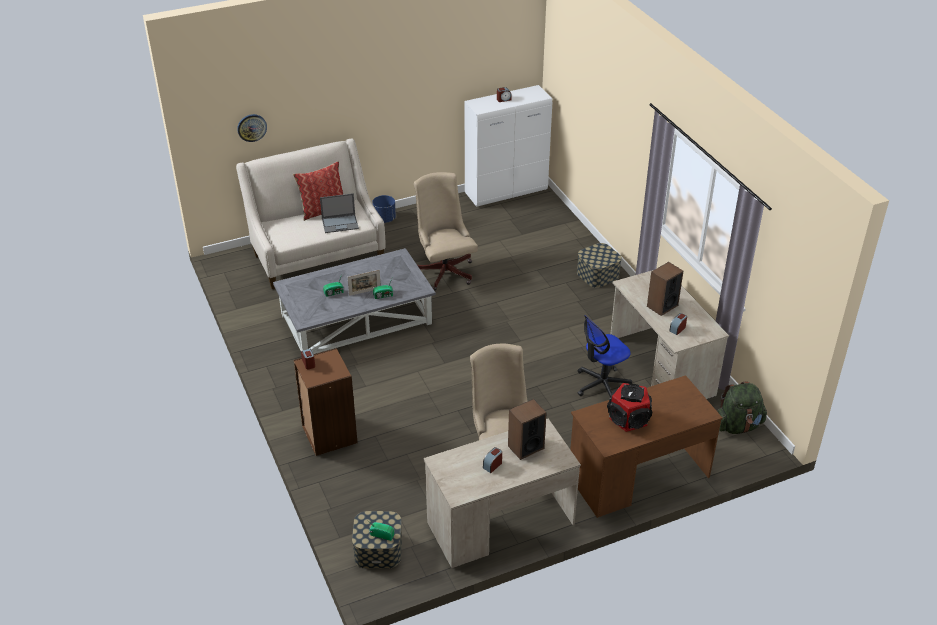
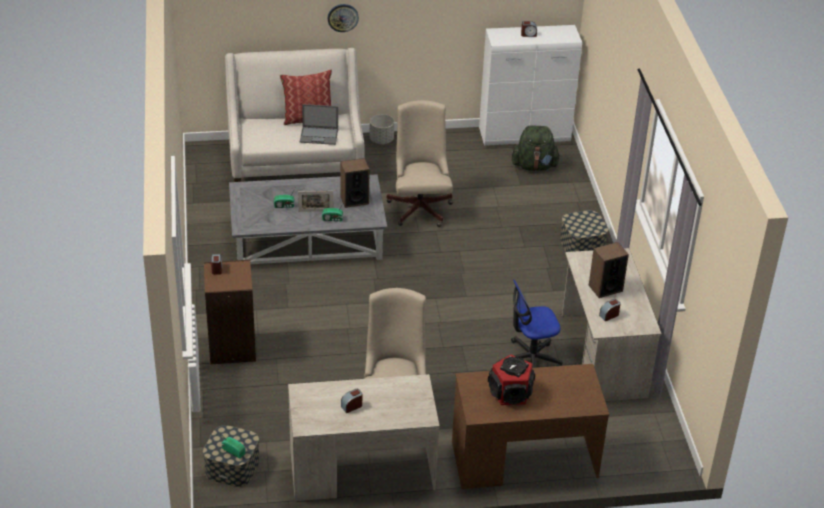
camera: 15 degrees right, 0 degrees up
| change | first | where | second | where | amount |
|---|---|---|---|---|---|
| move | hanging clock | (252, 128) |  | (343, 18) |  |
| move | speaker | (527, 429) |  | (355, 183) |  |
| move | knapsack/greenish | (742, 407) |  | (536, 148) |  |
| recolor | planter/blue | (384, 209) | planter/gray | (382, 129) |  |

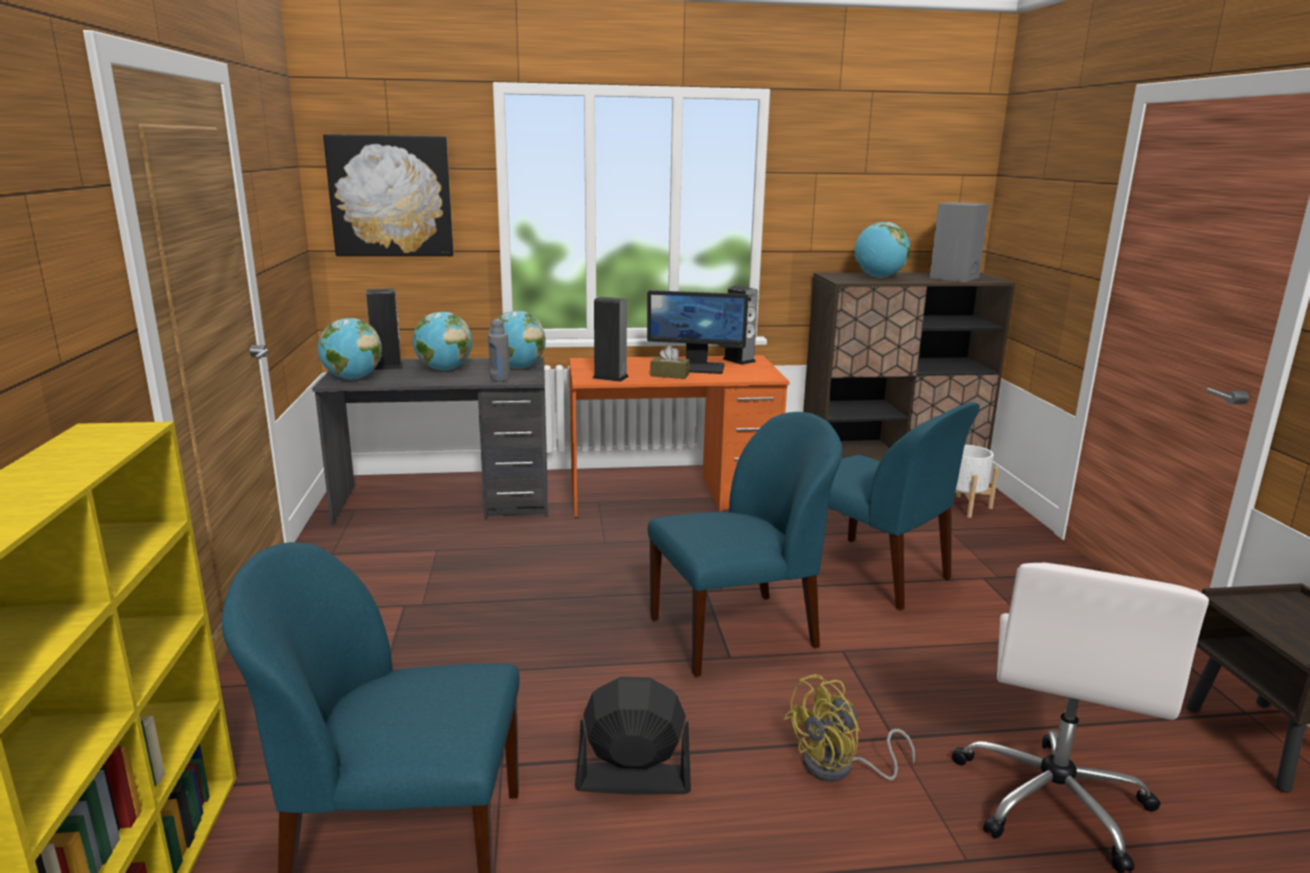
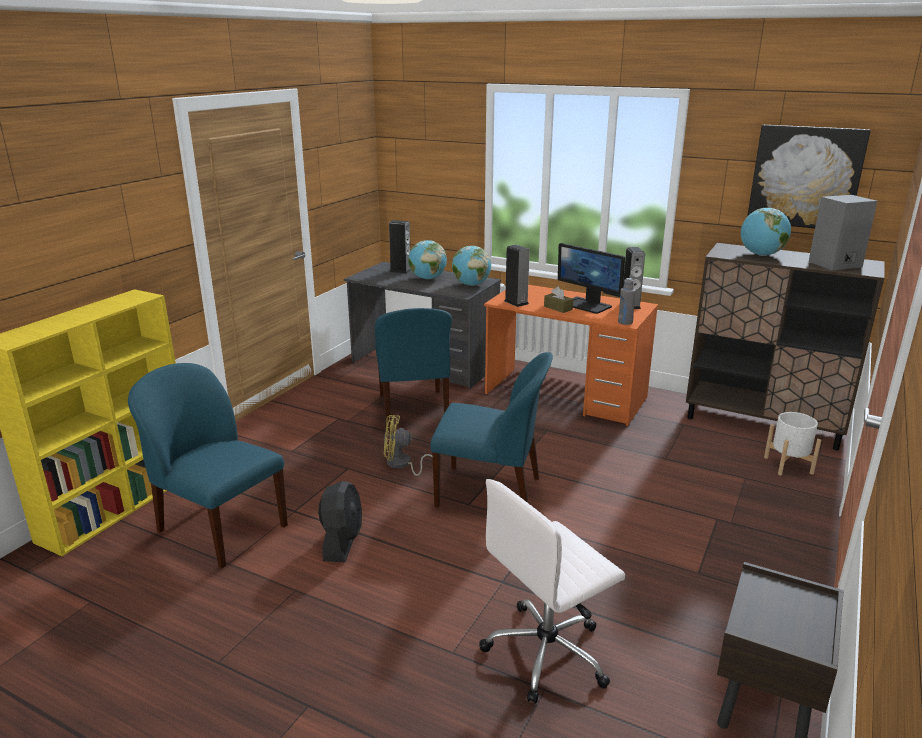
camera: 35 degrees right, 5 degrees up
| change | first | where | second | where | amount |
|---|---|---|---|---|---|
| delete | world globe | (350, 348) |  |  |  |
| move | wall picture | (388, 195) |  | (809, 177) |  |
| move | bottle/gray | (499, 350) |  | (627, 301) |  |
| move | electric fan/yellowish | (849, 728) |  | (408, 445) |  |
| move | chair/blue | (904, 506) |  | (413, 368) |  |
| rotate | electric fan/blackish | (633, 736) |  | (340, 522) | 60 degrees clockwise |

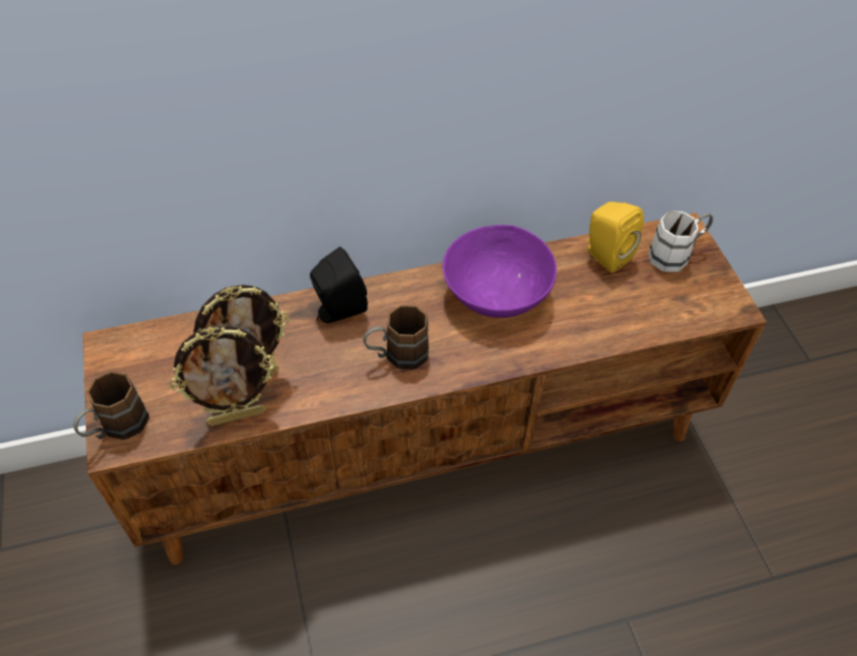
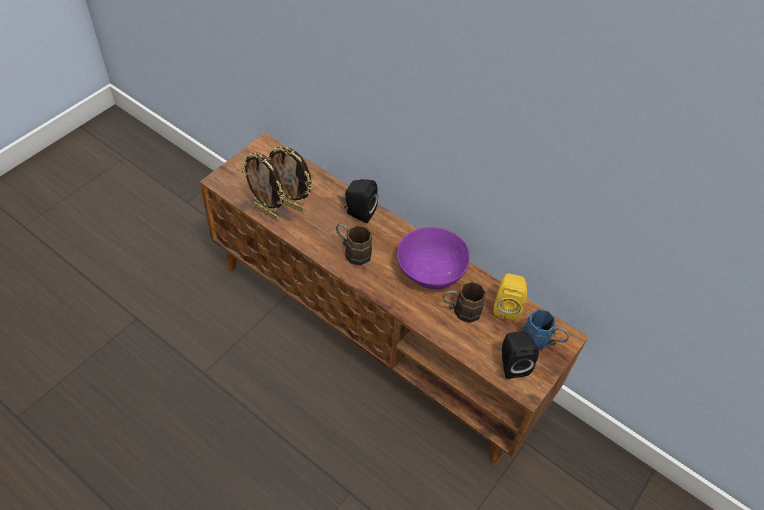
camera: 50 degrees right, 0 degrees up
| change | first | where | second | where | amount |
|---|---|---|---|---|---|
| insert |  |  | speaker/blackish | (520, 355) |  |
| move | mug/brown | (111, 405) |  | (464, 302) |  |
| recolor | mug/white | (680, 242) | mug/blue | (546, 330) |  |

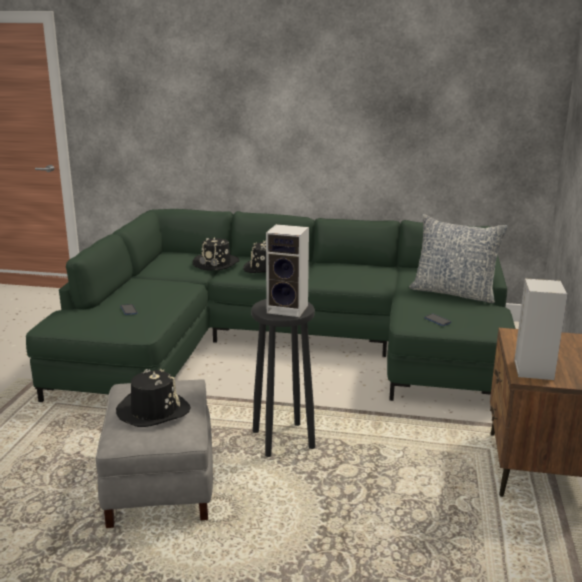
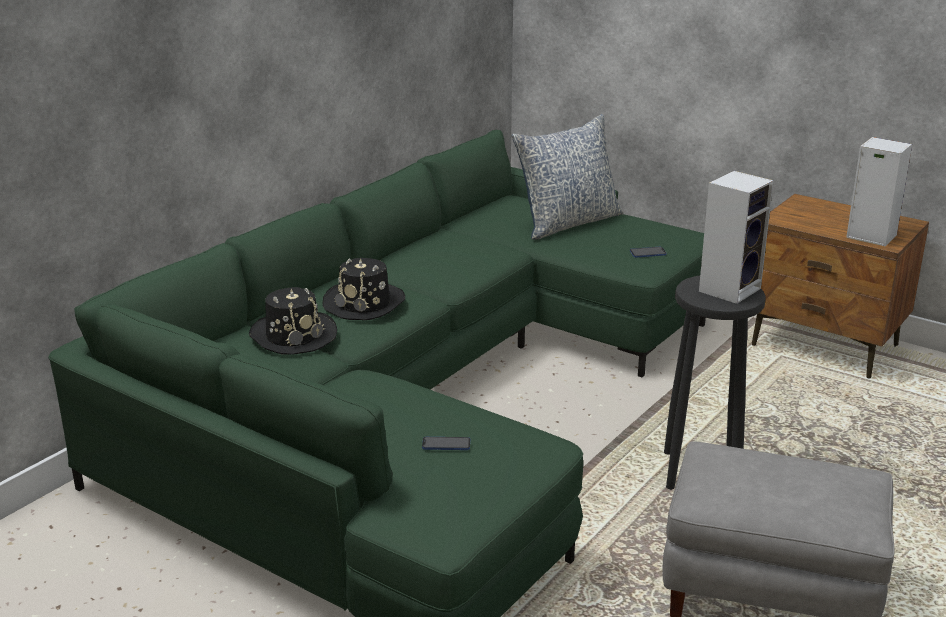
camera: 65 degrees left, 5 degrees up
| change | first | where | second | where | amount |
|---|---|---|---|---|---|
| delete | hat/blackish | (153, 398) |  |  |  |

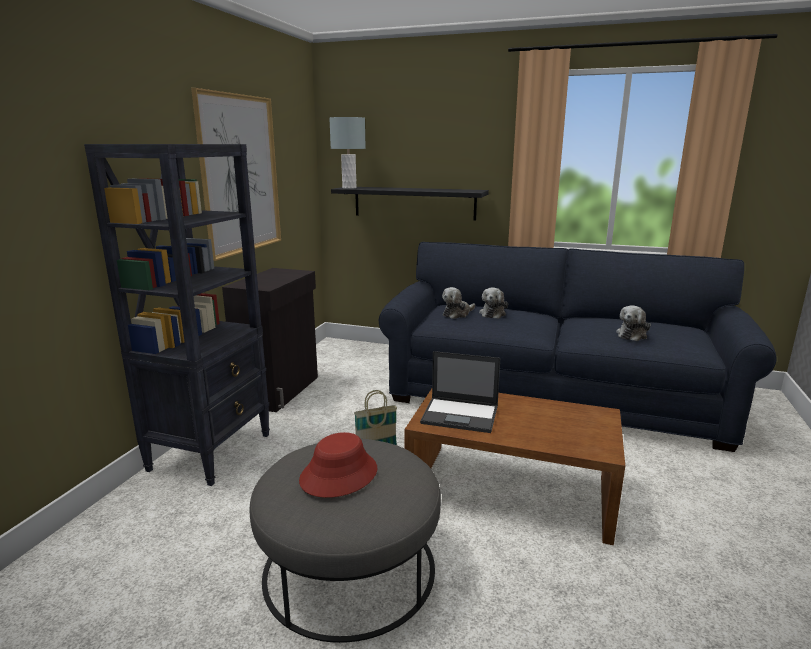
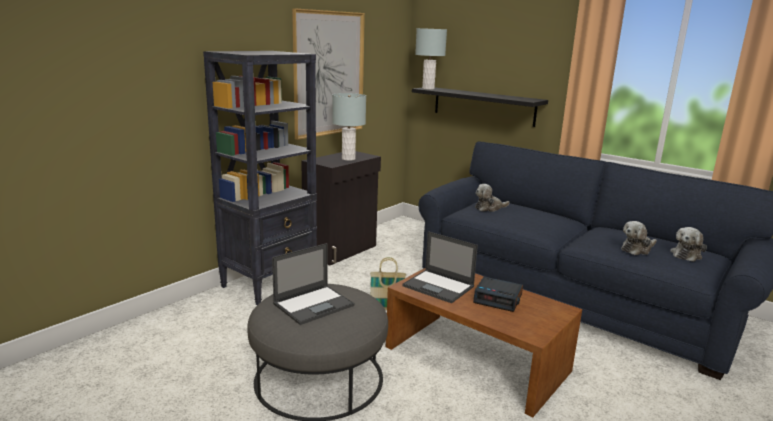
camera: 20 degrees right, 0 degrees up
| change | first | where | second | where | amount |
|---|---|---|---|---|---|
| insert |  |  | table lamp/gray | (349, 127) |  |
| insert |  |  | table clock | (498, 294) |  |
| move | soft toy | (493, 303) |  | (688, 244) |  |
| replace | hat/red-coloured | (338, 465) | notebook computer | (313, 284) |  |

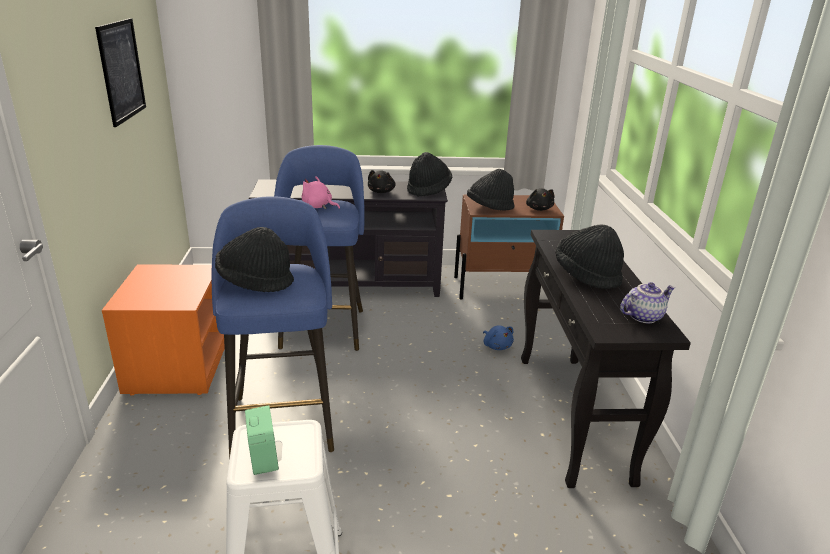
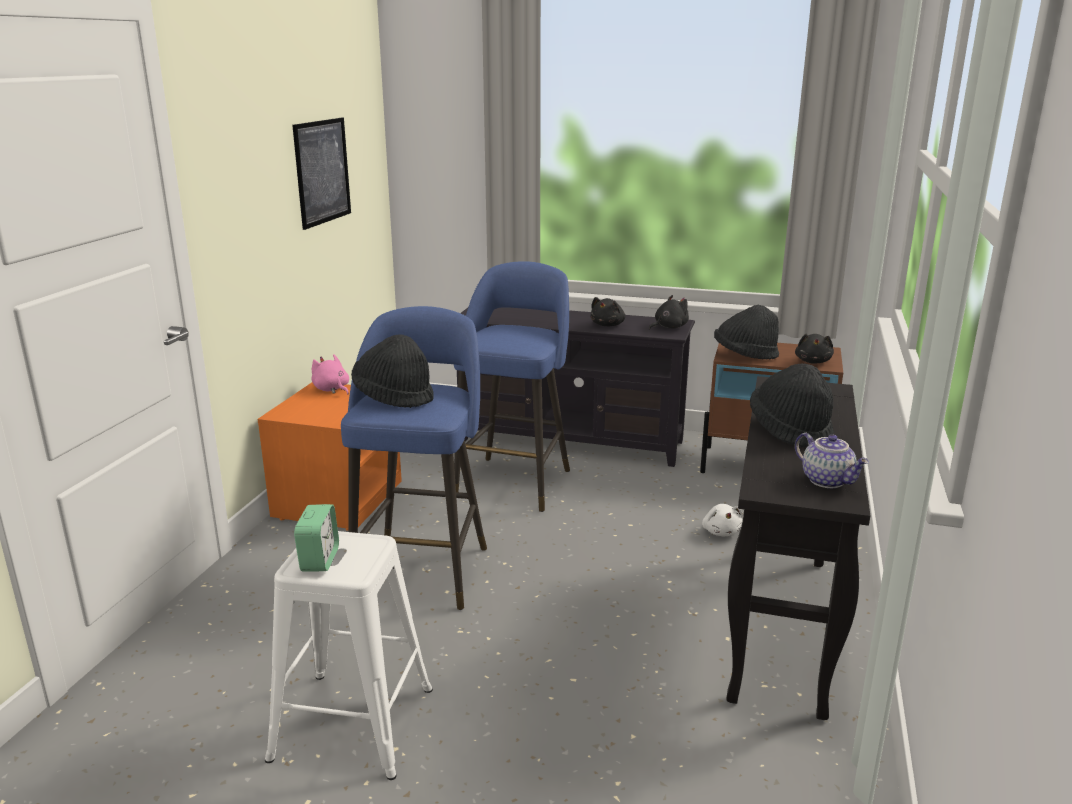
camera: 20 degrees right, 5 degrees down
| change | first | where | second | where | amount |
|---|---|---|---|---|---|
| move | soft toy/pink | (321, 192) |  | (330, 374) |  |
| replace | hat/blackish | (429, 174) | soft toy/blackish | (669, 312) |  |
| recolor | soft toy/blue | (498, 337) | soft toy/white | (722, 520) |  |
| rotate | tea pot | (647, 302) |  | (832, 460) | 60 degrees clockwise |

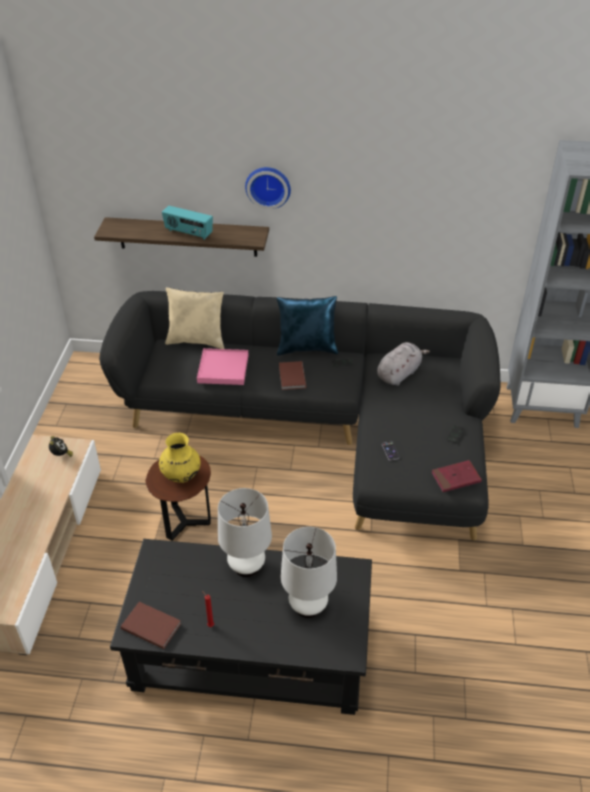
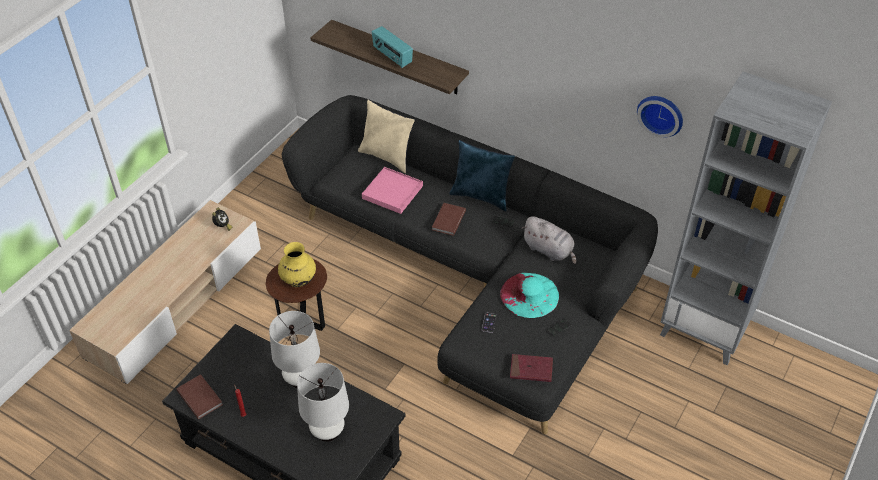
camera: 25 degrees right, 5 degrees up
| change | first | where | second | where | amount |
|---|---|---|---|---|---|
| insert |  |  | hat/turquoise | (529, 295) |  |
| move | hanging clock | (268, 188) |  | (660, 117) |  |
| rotate | soft toy/gray | (403, 364) |  | (549, 240) | 60 degrees clockwise |

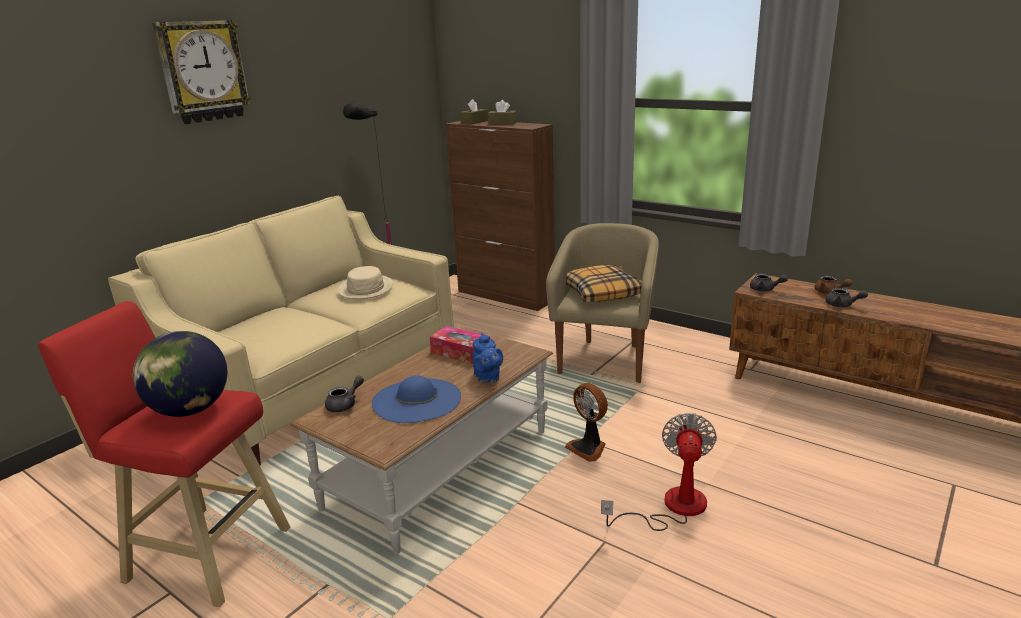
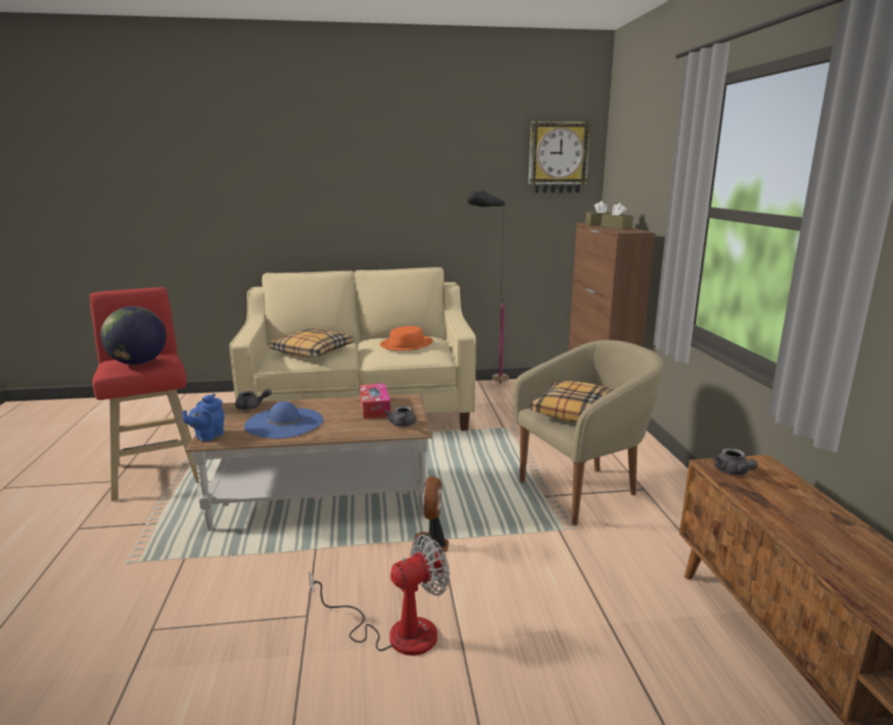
camera: 45 degrees right, 5 degrees down
| change | first | where | second | where | amount |
|---|---|---|---|---|---|
| delete | tea pot/brown | (834, 284) |  |  |  |
| insert |  |  | cushion | (311, 342) |  |
| move | hanging clock | (201, 72) |  | (560, 157) |  |
| move | tea pot/blue | (487, 357) |  | (203, 418) |  |
| move | tea pot/gray | (846, 297) |  | (400, 416) |  |
| recolor | hat/sand-coloured | (365, 282) | hat/orangey | (406, 338) |  |

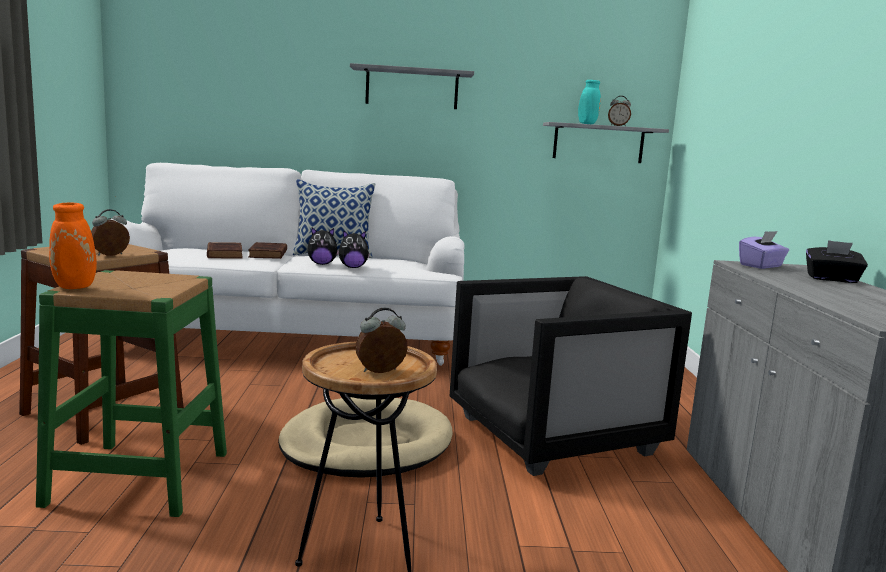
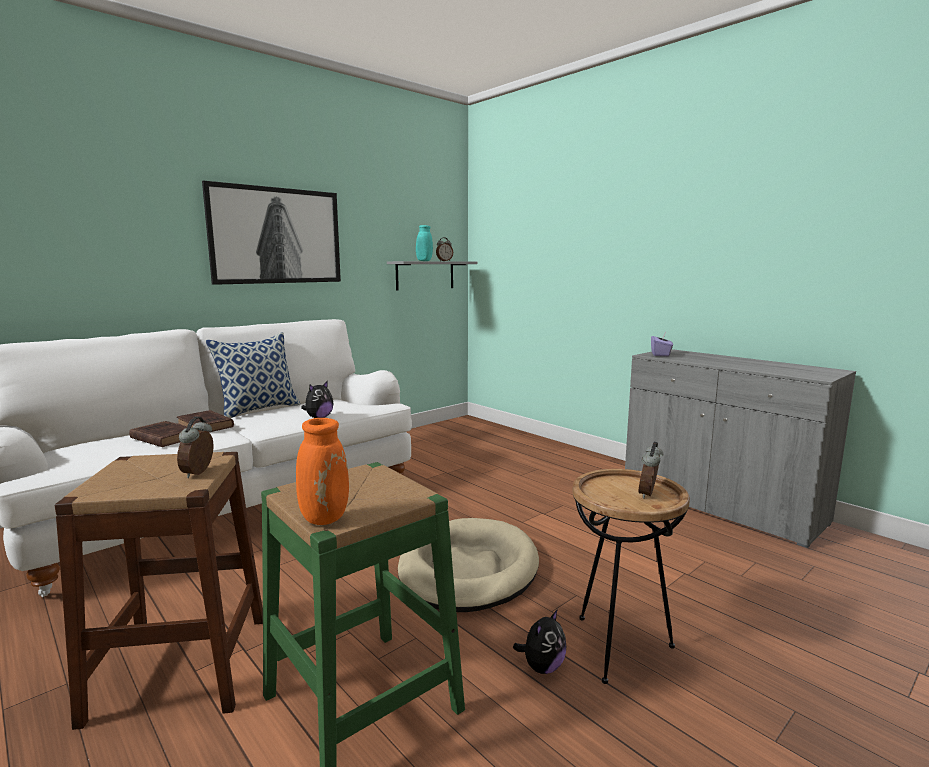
camera: 40 degrees left, 0 degrees up
| change | first | where | second | where | amount |
|---|---|---|---|---|---|
| delete | armchair/blackish | (571, 376) |  |  |  |
| delete | tissue box/blackish | (837, 261) |  |  |  |
| move | soft toy | (323, 246) |  | (539, 641) |  |
| replace | shelf/gray | (412, 86) | wall picture | (271, 233) |  |

